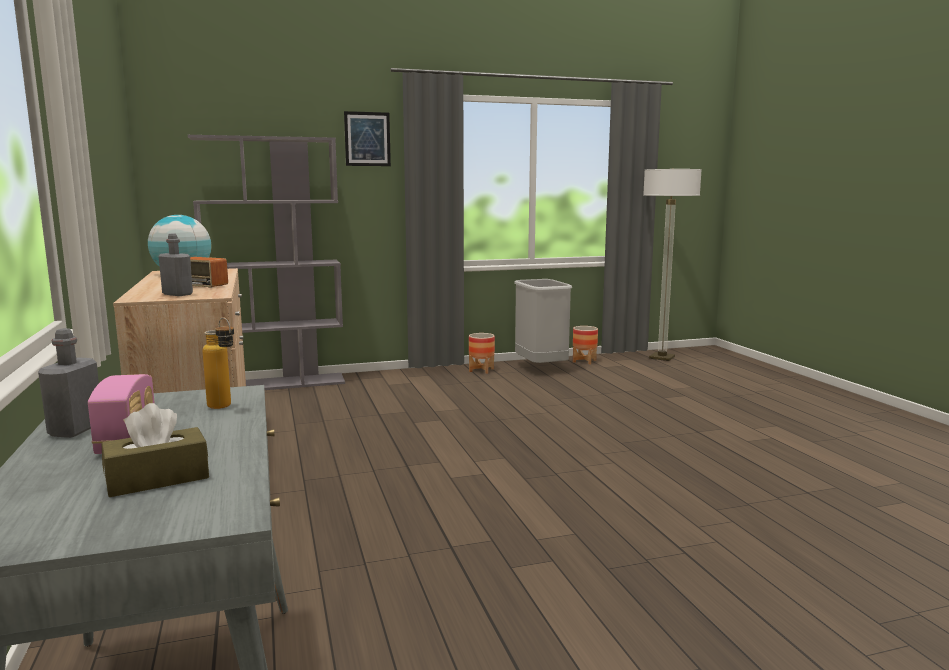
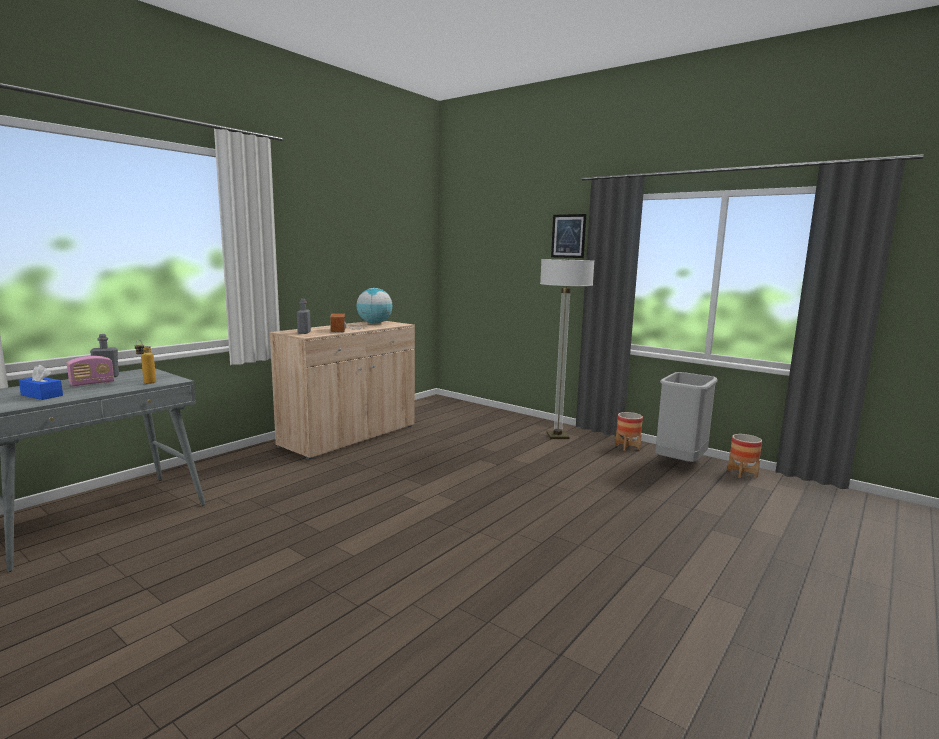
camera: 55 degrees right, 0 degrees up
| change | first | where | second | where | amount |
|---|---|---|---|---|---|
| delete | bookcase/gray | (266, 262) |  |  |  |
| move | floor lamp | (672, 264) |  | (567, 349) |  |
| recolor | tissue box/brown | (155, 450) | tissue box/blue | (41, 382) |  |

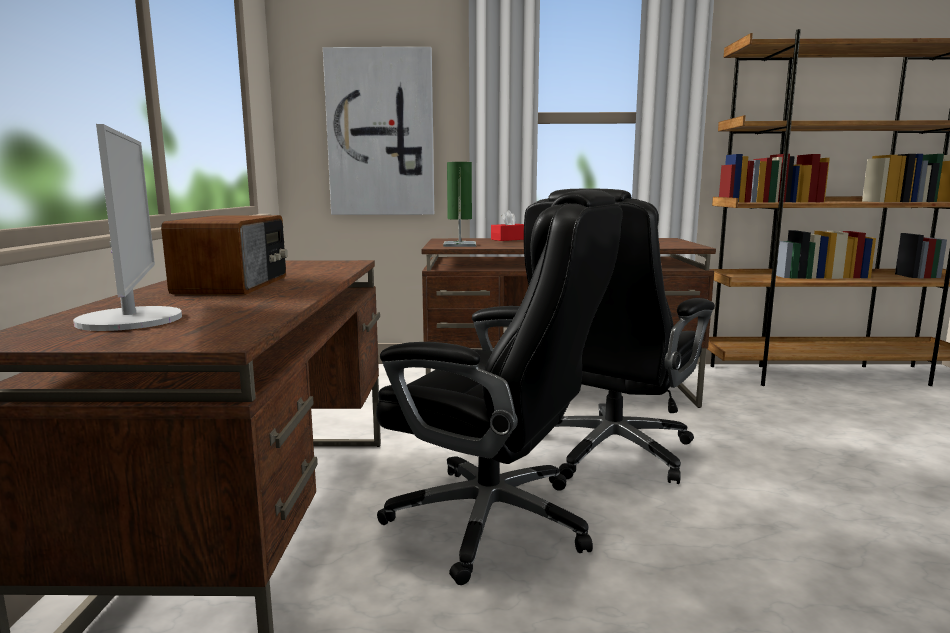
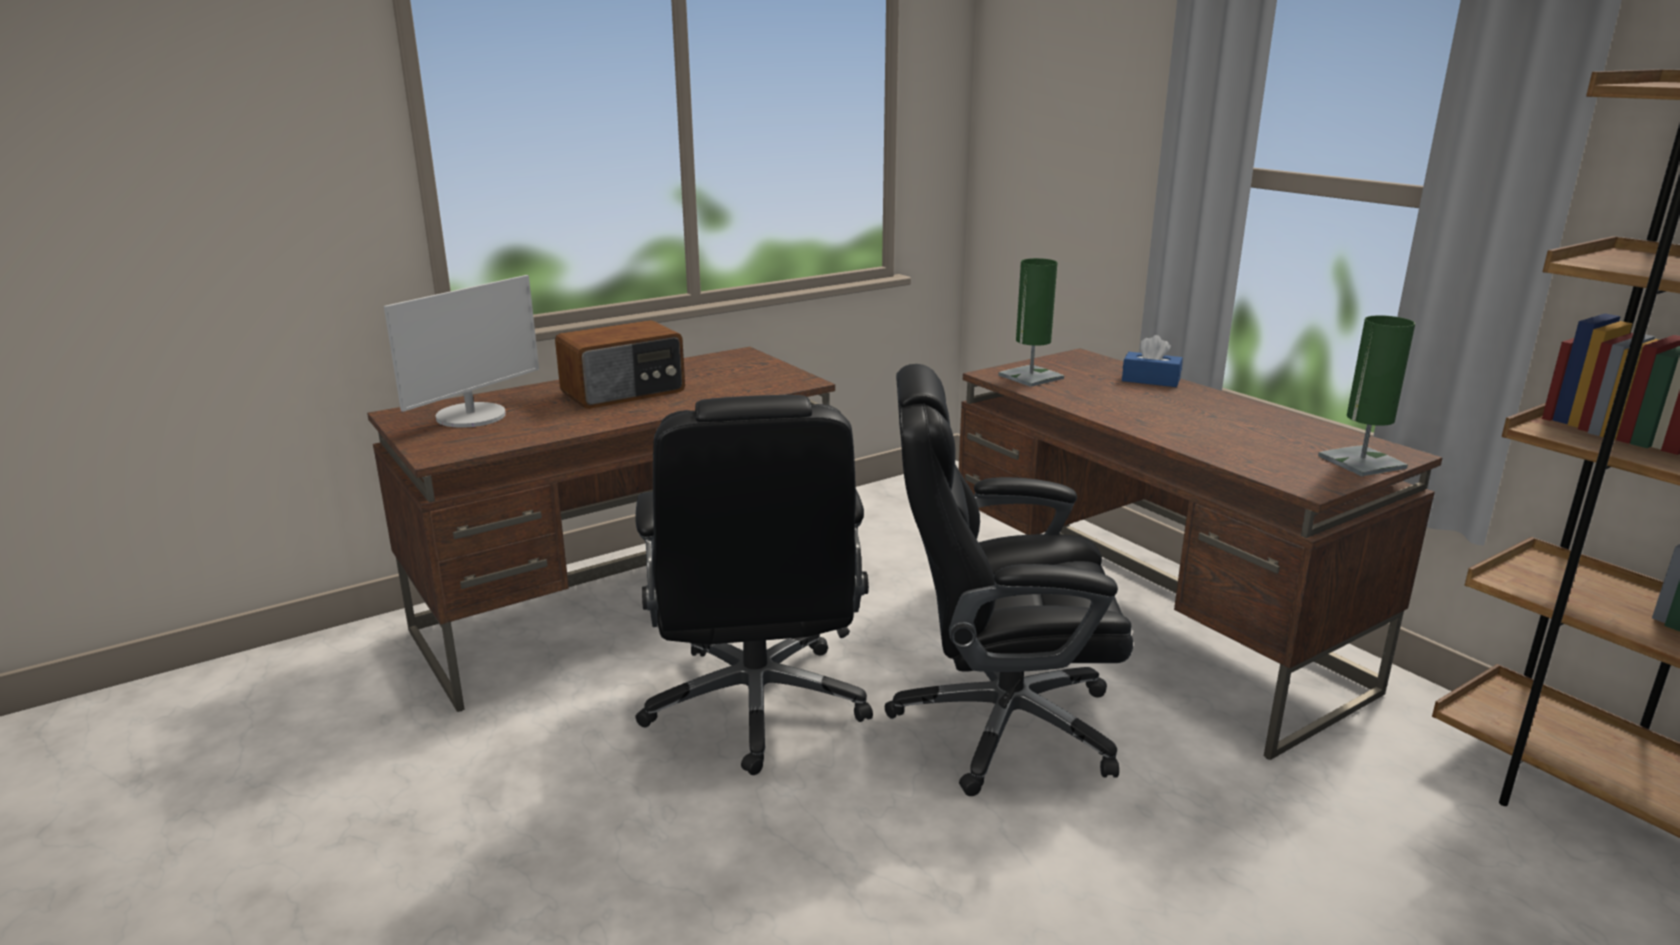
camera: 55 degrees right, 10 degrees up
| change | first | where | second | where | amount |
|---|---|---|---|---|---|
| delete | wall picture | (378, 131) |  |  |  |
| insert |  |  | table lamp/greenish | (1366, 395) |  |
| recolor | tissue box/red-coloured | (507, 225) | tissue box/blue | (1152, 361) |  |

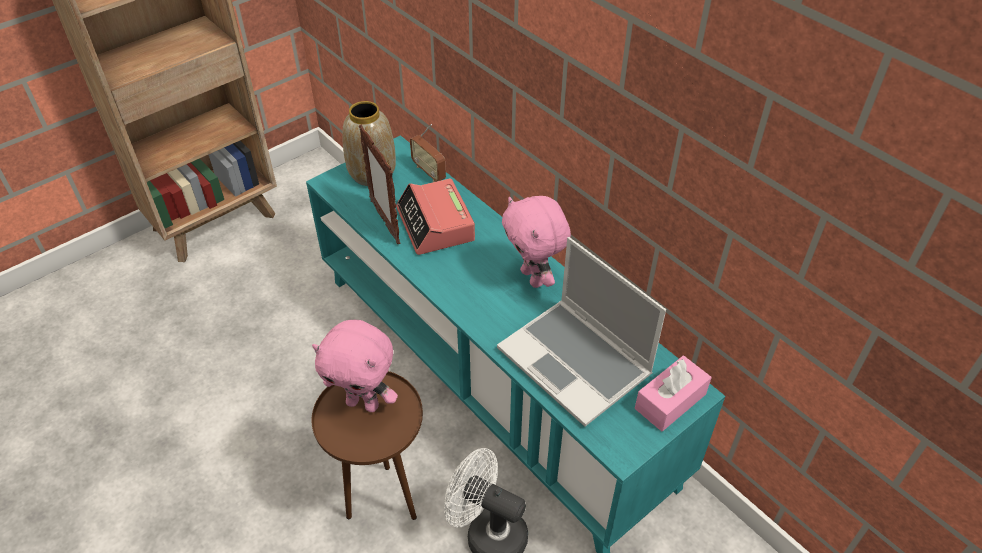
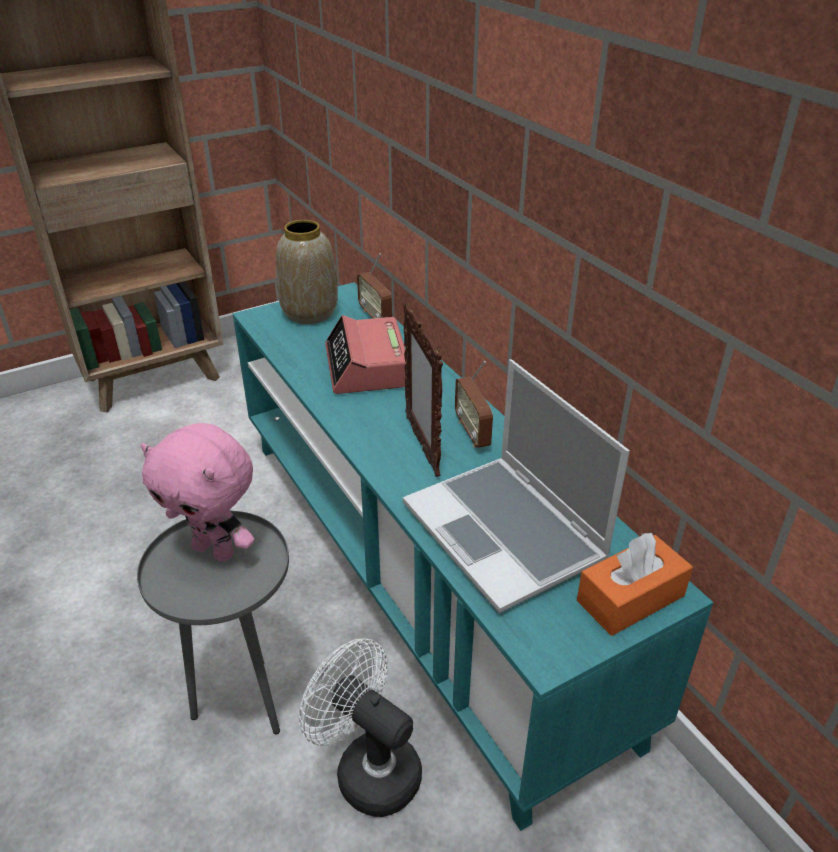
camera: 10 degrees right, 10 degrees down
| change | first | where | second | where | amount |
|---|---|---|---|---|---|
| move | standing frame | (379, 184) |  | (423, 389) |  |
| replace | soft toy/pink | (536, 242) | radio | (474, 404) |  |
| recolor | accent table/brown | (367, 445) | accent table/gray | (213, 622) |  |
| recolor | tissue box/pink | (673, 394) | tissue box/orangey | (635, 584) |  |

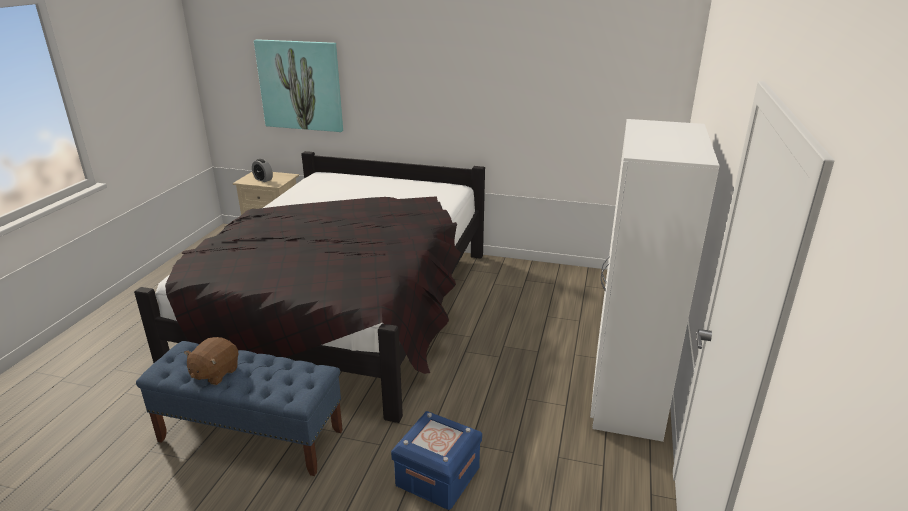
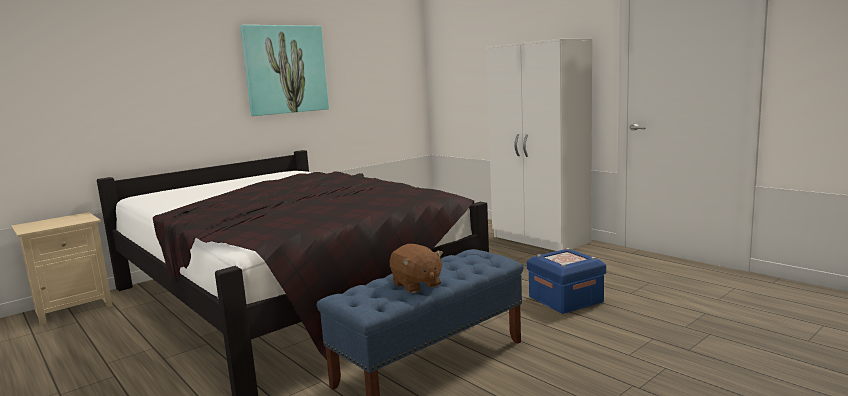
camera: 55 degrees left, 15 degrees down
| change | first | where | second | where | amount |
|---|---|---|---|---|---|
| delete | table clock | (262, 170) |  |  |  |
| move | wall picture | (298, 85) |  | (284, 70) |  |

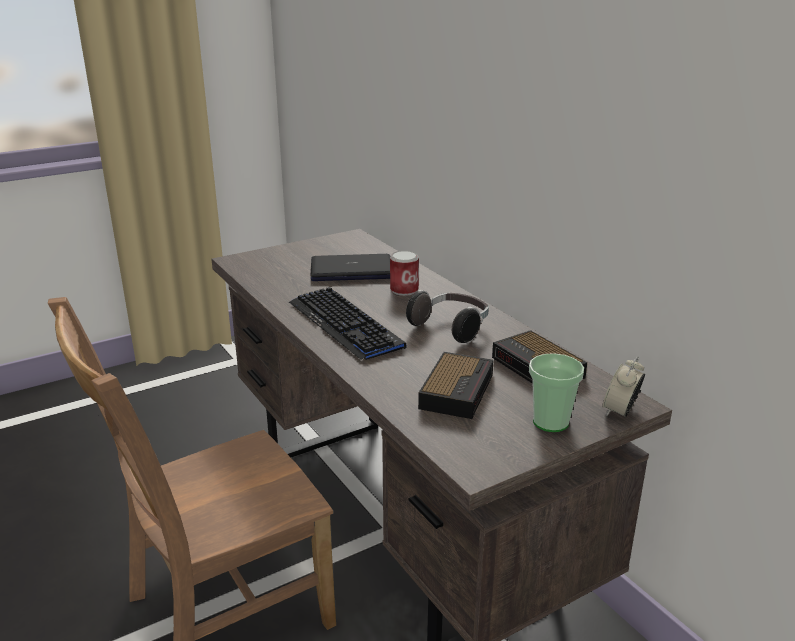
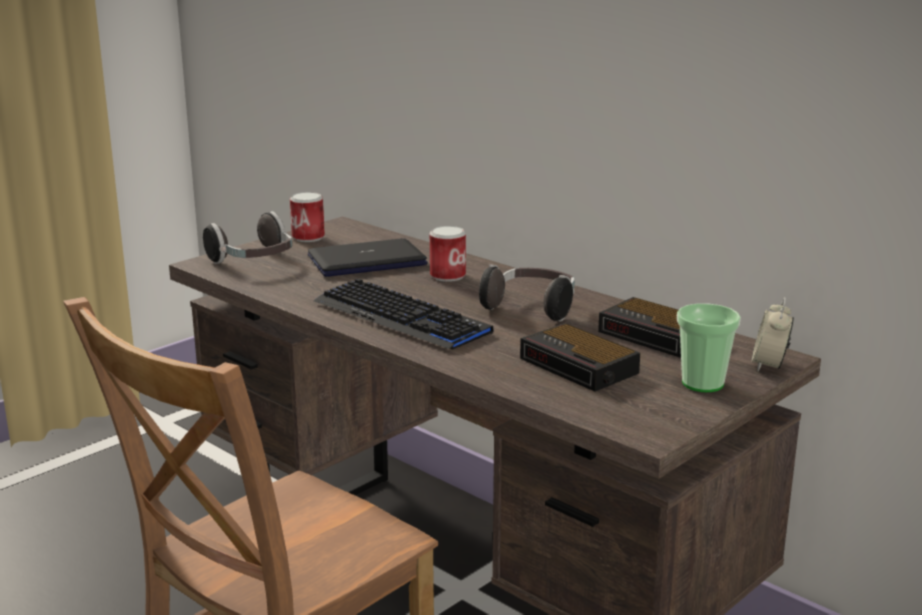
camera: 15 degrees left, 5 degrees down
| change | first | where | second | where | amount |
|---|---|---|---|---|---|
| insert |  |  | headphones | (247, 237) |  |
| insert |  |  | metal can | (307, 217) |  |
| rotate | table clock | (456, 385) |  | (580, 357) | 135 degrees clockwise |

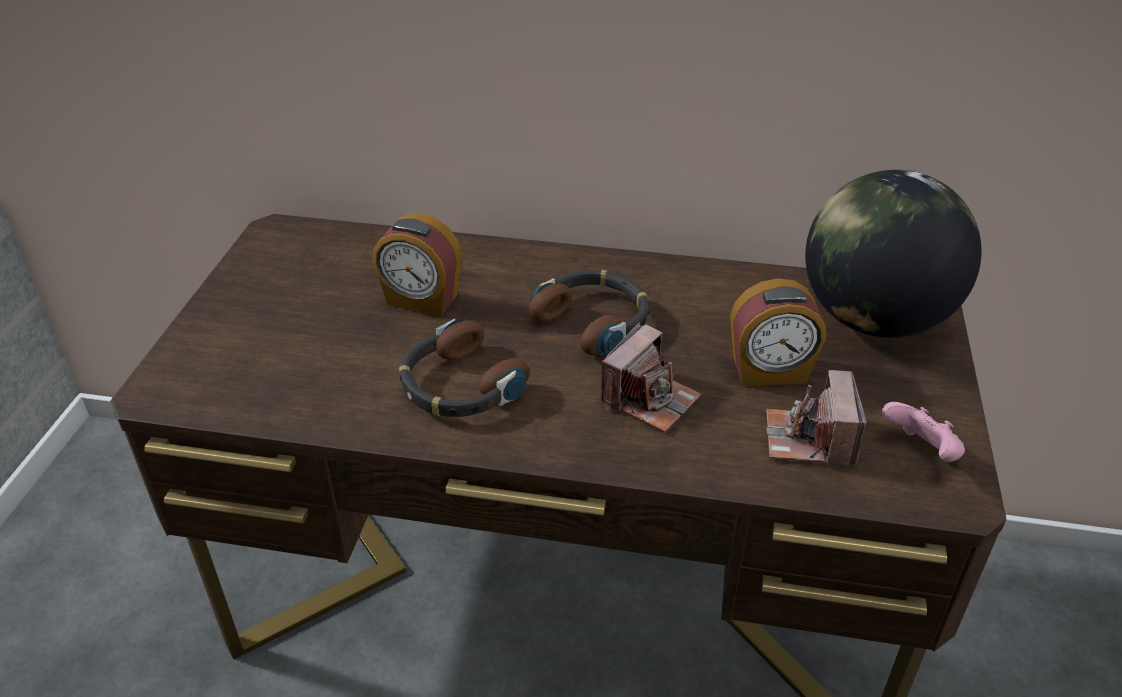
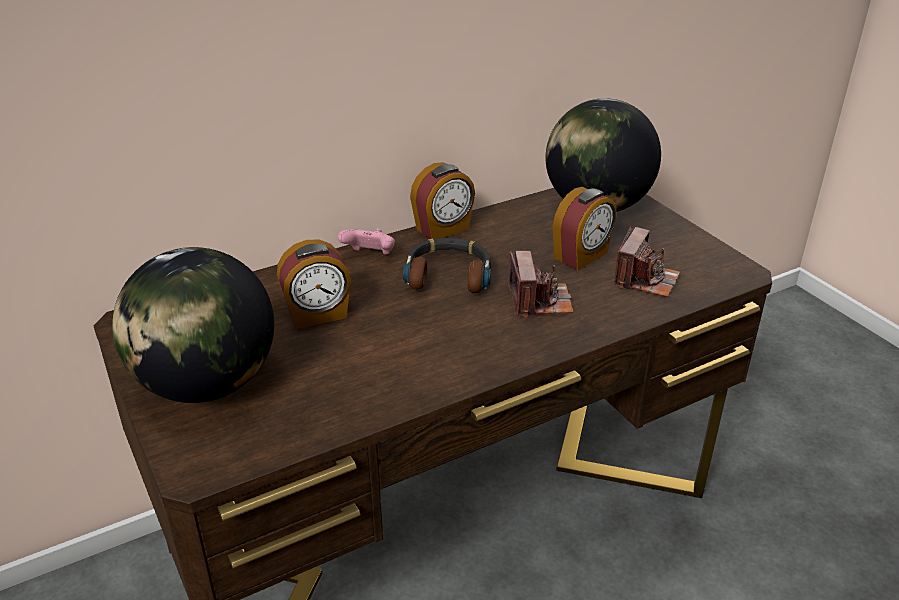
camera: 40 degrees left, 5 degrees down
| change | first | where | second | where | amount |
|---|---|---|---|---|---|
| delete | headphones | (464, 368) |  |  |  |
| insert |  |  | world globe | (193, 325) |  |
| insert |  |  | table clock | (442, 200) |  |
| move | gamepad/pink | (923, 432) |  | (366, 241) |  |
| rotate | still camera | (816, 418) |  | (647, 262) | 120 degrees counterclockwise |

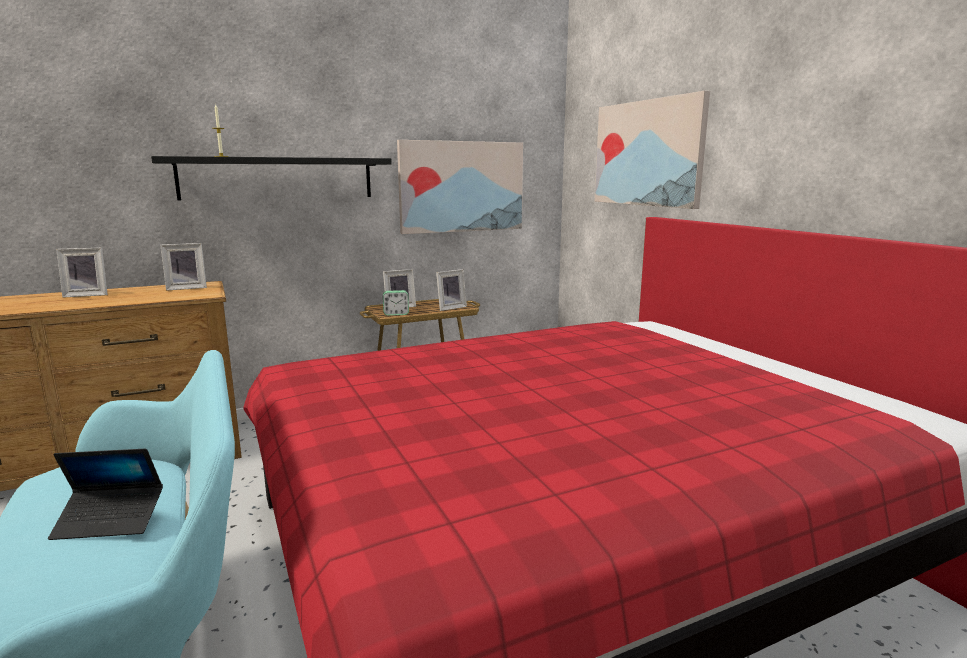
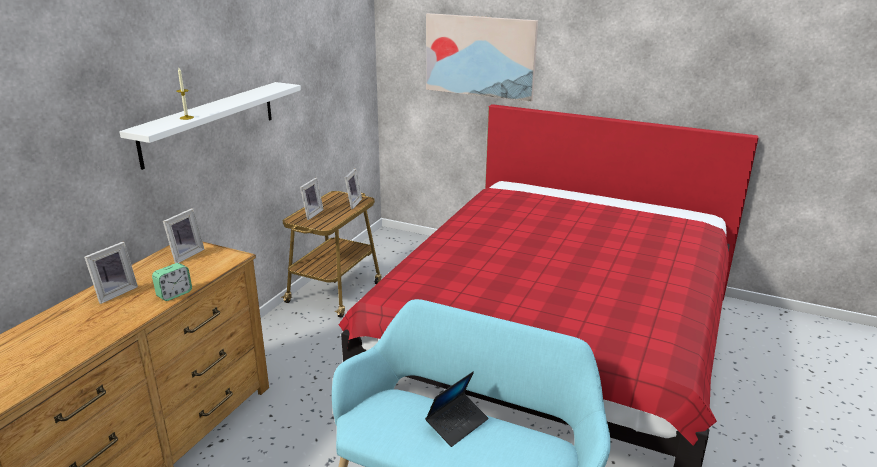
camera: 40 degrees left, 10 degrees up
| change | first | where | second | where | amount |
|---|---|---|---|---|---|
| delete | wall picture | (460, 187) |  |  |  |
| move | table clock | (396, 303) |  | (172, 282) |  |
| recolor | shelf/blackish | (271, 178) | shelf/white | (210, 126) |  |

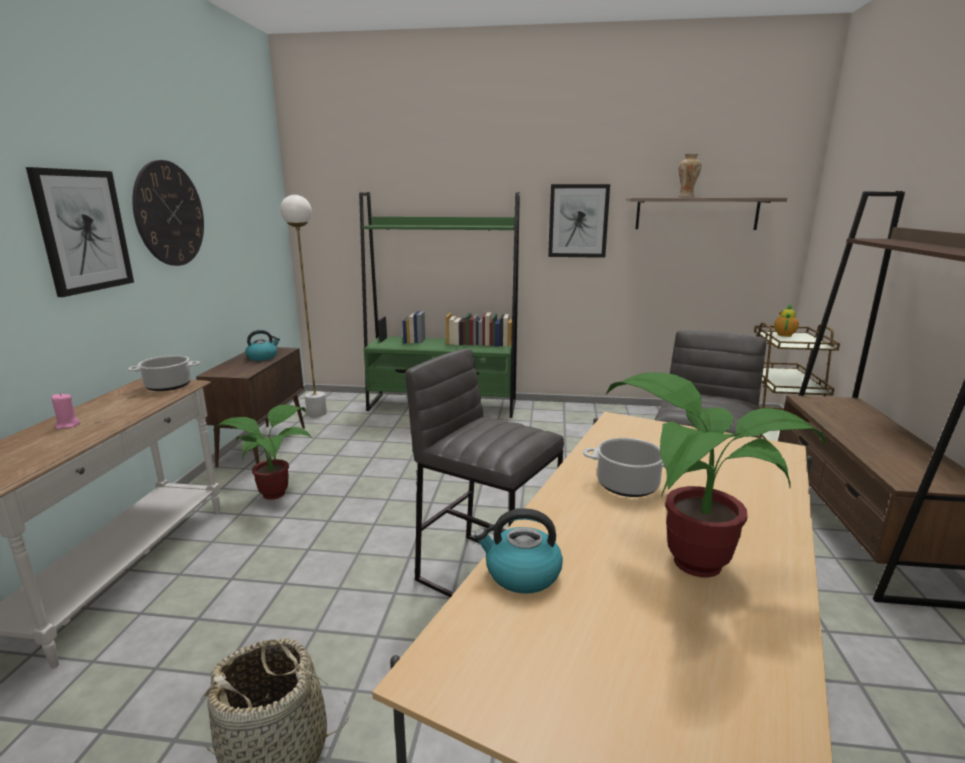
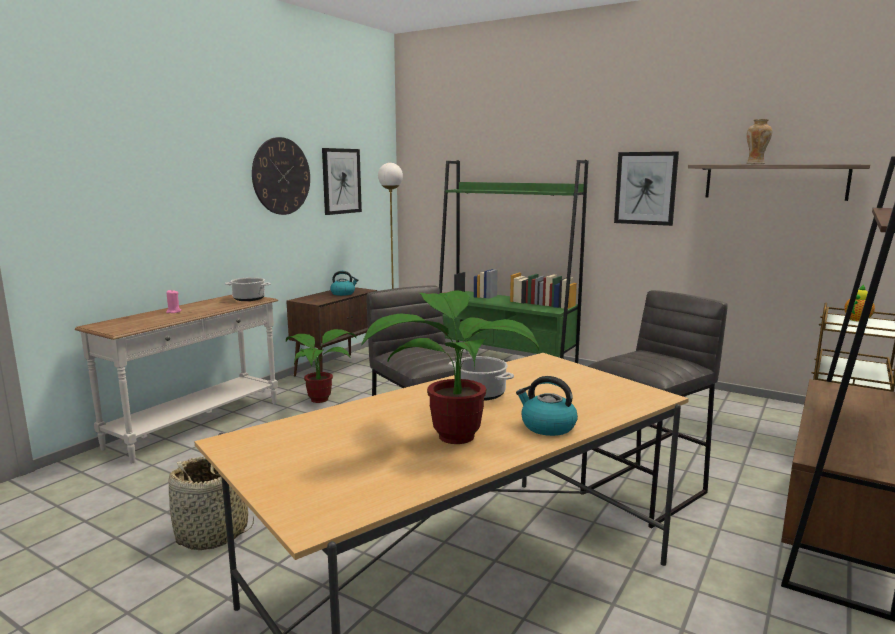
camera: 25 degrees right, 5 degrees down
| change | first | where | second | where | amount |
|---|---|---|---|---|---|
| move | wall picture | (80, 232) |  | (342, 181) |  |
| move | water kettle | (518, 551) |  | (547, 406) |  |

